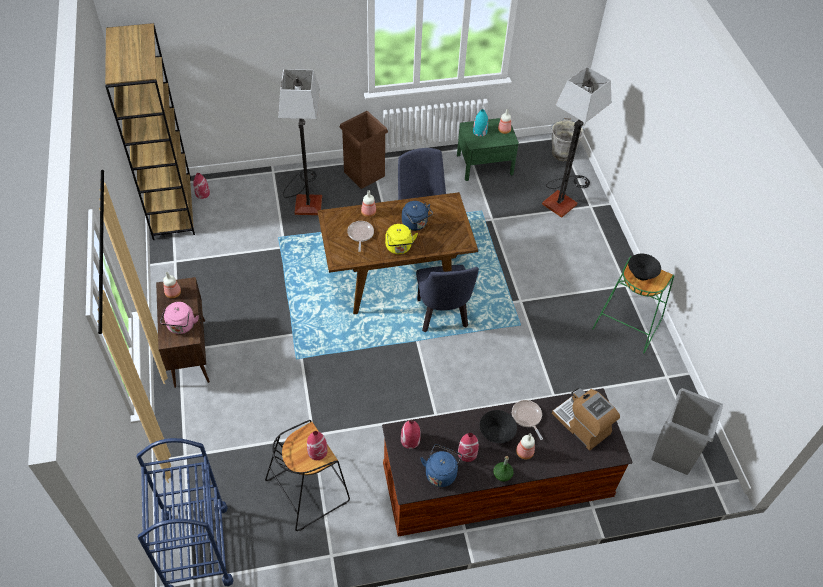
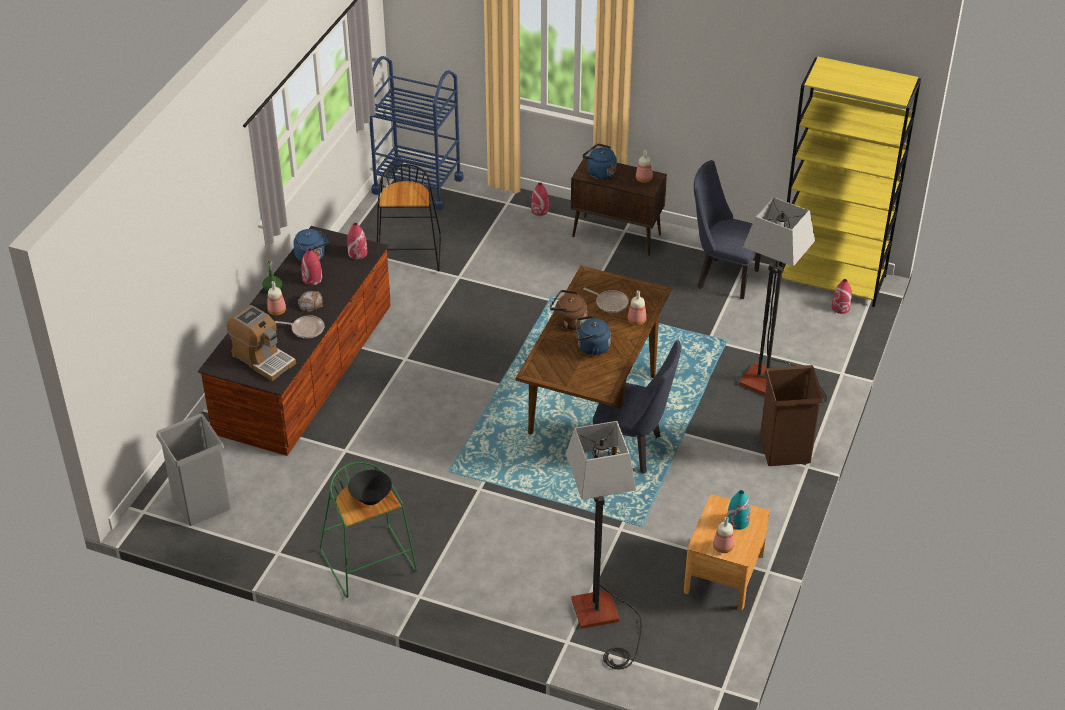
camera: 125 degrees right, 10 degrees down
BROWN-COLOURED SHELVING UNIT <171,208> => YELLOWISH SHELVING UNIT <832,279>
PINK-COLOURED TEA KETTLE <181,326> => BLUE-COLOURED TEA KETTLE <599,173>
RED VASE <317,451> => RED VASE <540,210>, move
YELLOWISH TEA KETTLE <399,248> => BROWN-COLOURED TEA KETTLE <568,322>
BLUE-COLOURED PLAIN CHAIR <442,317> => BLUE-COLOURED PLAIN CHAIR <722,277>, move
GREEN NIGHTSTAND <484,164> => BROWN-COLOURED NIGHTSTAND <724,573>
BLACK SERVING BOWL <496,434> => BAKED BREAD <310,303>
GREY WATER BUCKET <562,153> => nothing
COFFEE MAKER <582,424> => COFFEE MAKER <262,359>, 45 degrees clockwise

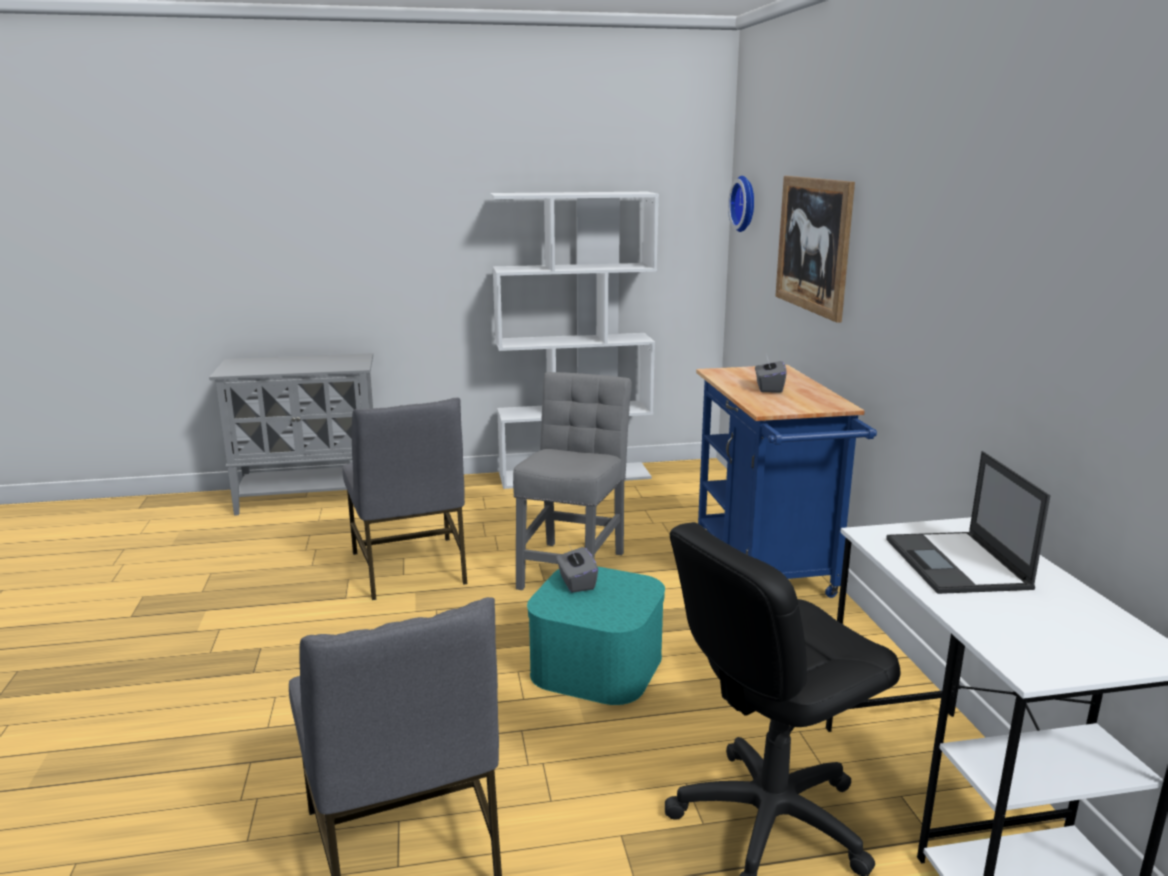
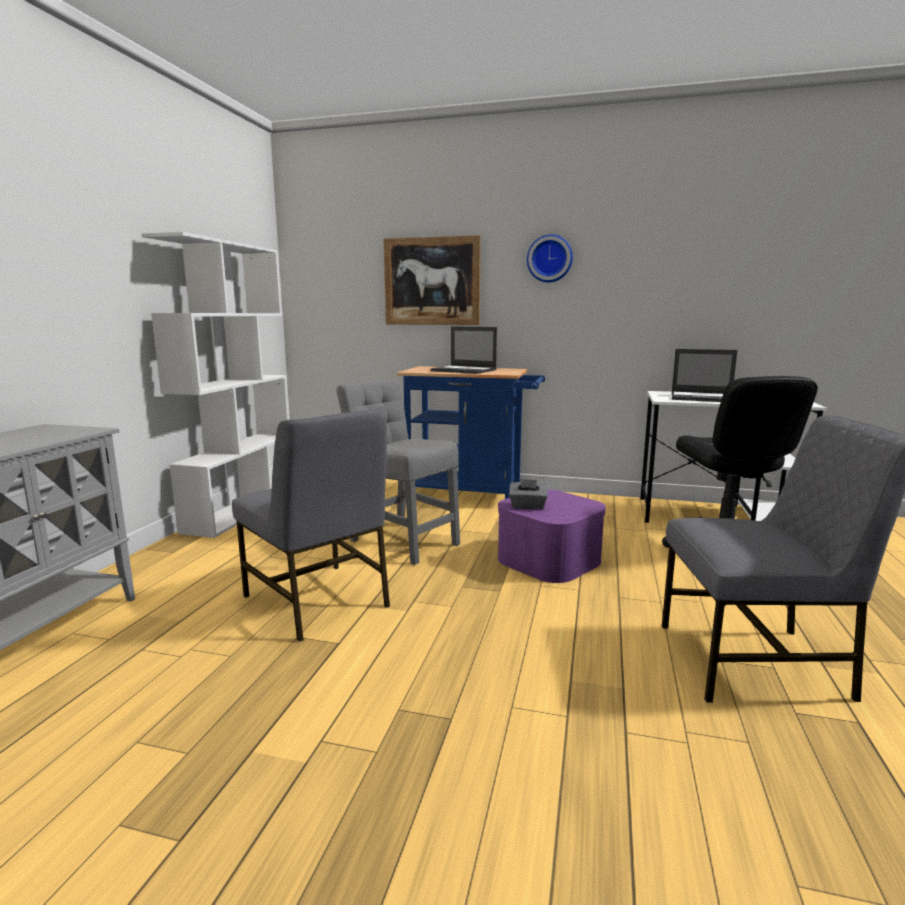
camera: 65 degrees left, 5 degrees down
GREY PLAIN CHAIR <410,568> => GREY PLAIN CHAIR <318,601>, 45 degrees clockwise
TURQUOISE-COLOURED STORAGE CONTAINER <596,665> => PURPLE-COLOURED STORAGE CONTAINER <549,559>
CLOCK ON THE WALL <746,204> => CLOCK ON THE WALL <549,259>, move
GREY TISSUE BOX <768,388> => NOTEBOOK COMPUTER <464,370>

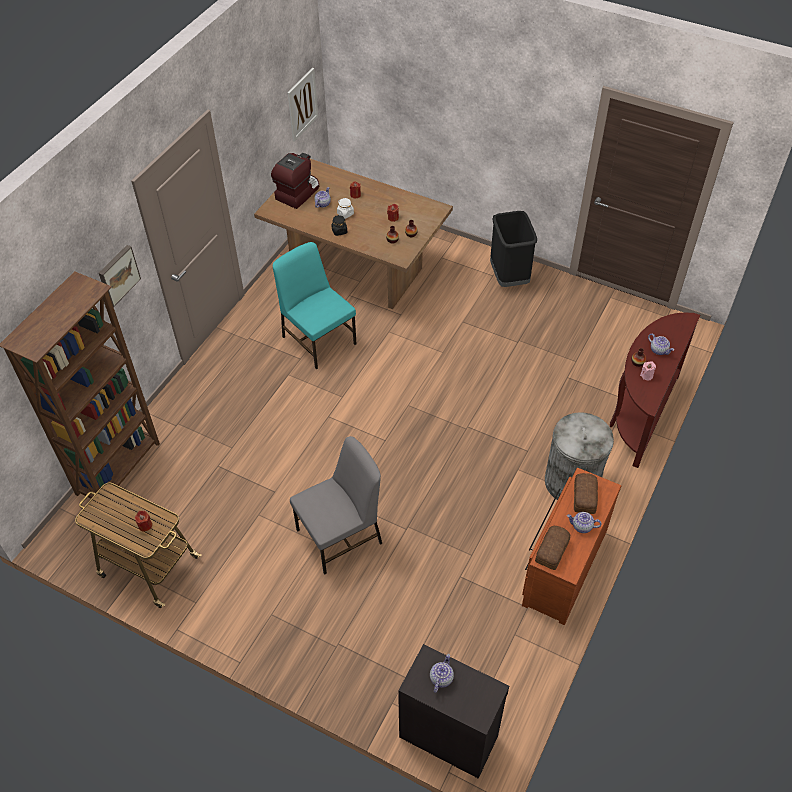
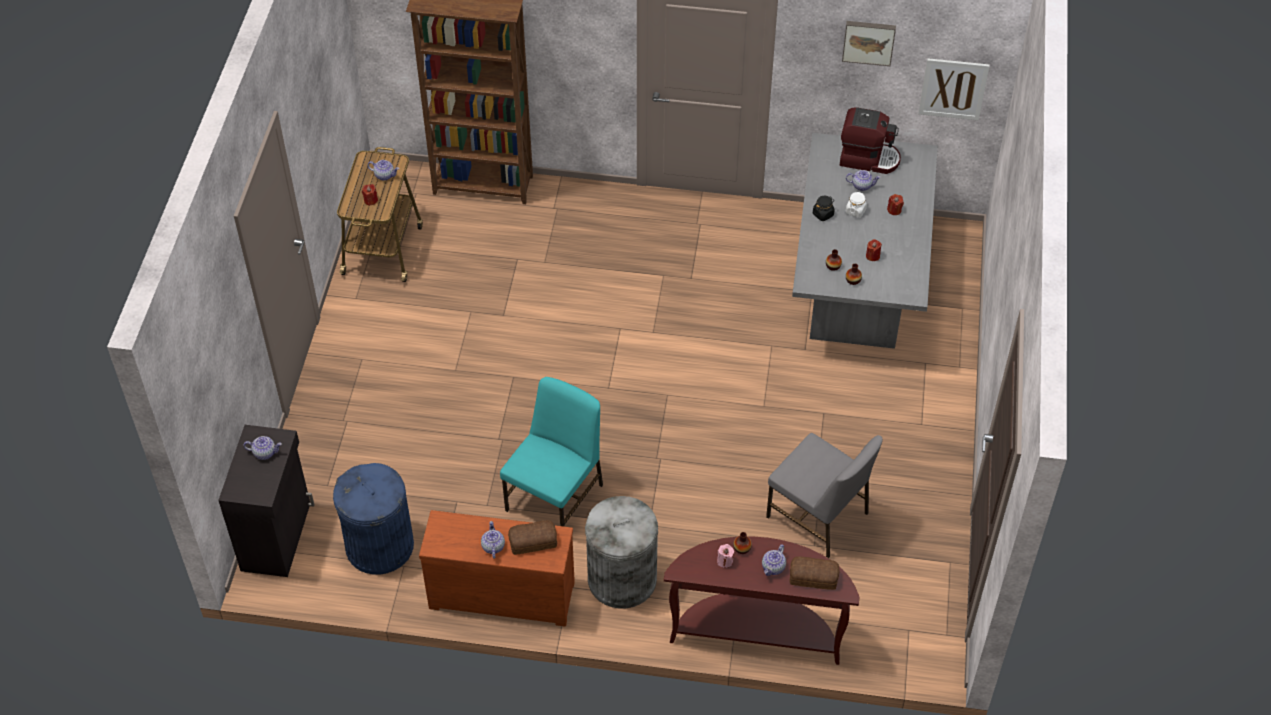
camera: 70 degrees right, 0 degrees up
WALL PICTURE <118,275> => WALL PICTURE <868,41>, move
BROWN-COLOURED DINING TABLE <356,270> => GREY DINING TABLE <856,285>
TURQUOISE-COLOURED PLAIN CHAIR <318,339> => TURQUOISE-COLOURED PLAIN CHAIR <556,496>, move
GREY PLAIN CHAIR <341,536> => GREY PLAIN CHAIR <818,516>, move
BLACK RUBBISH BIN <509,277> => nothing
BAKED BREAD <553,550> => BAKED BREAD <814,578>, move
nothing => BLUE-COLOURED RUBBISH BIN <379,545>
nothing => TEAPOT <385,175>

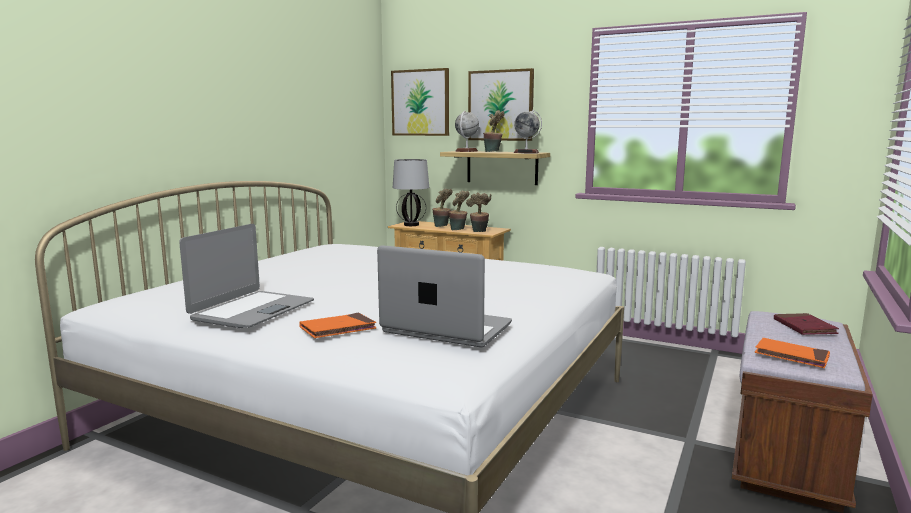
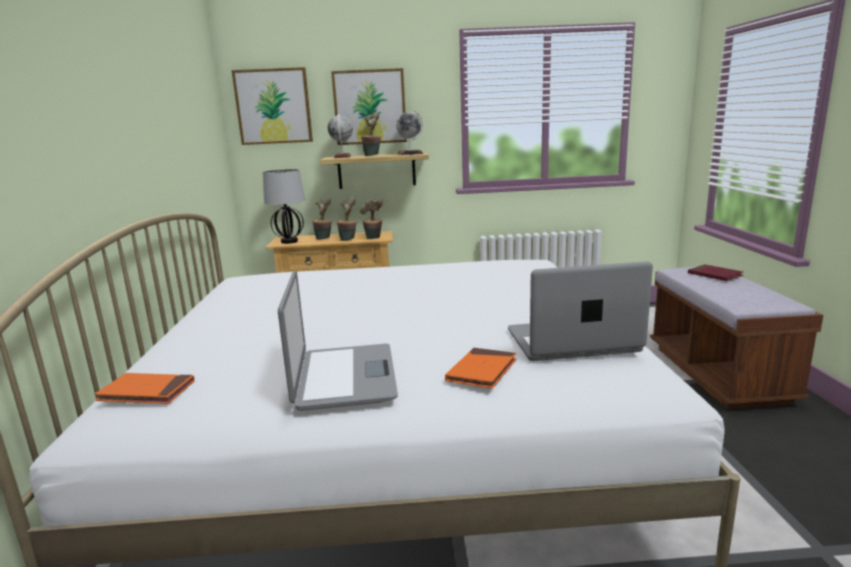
camera: 30 degrees left, 5 degrees up
ORANGEY BOUND BOOK <791,356> => ORANGEY BOUND BOOK <147,392>, move

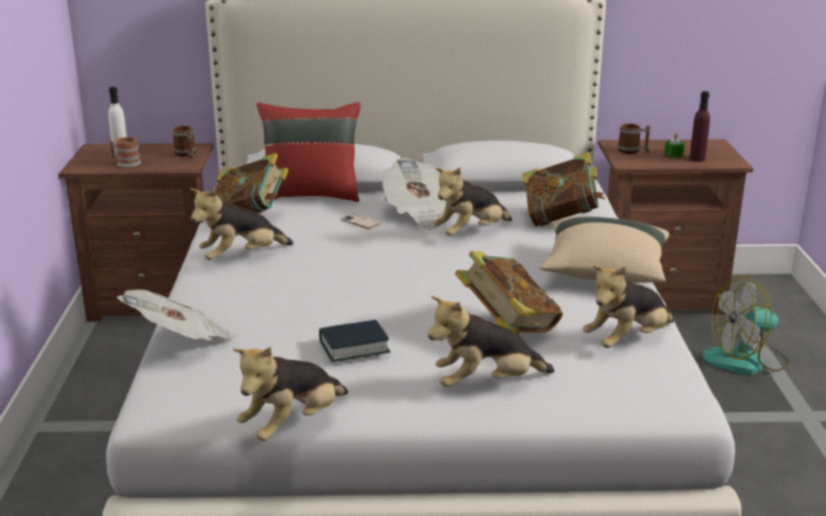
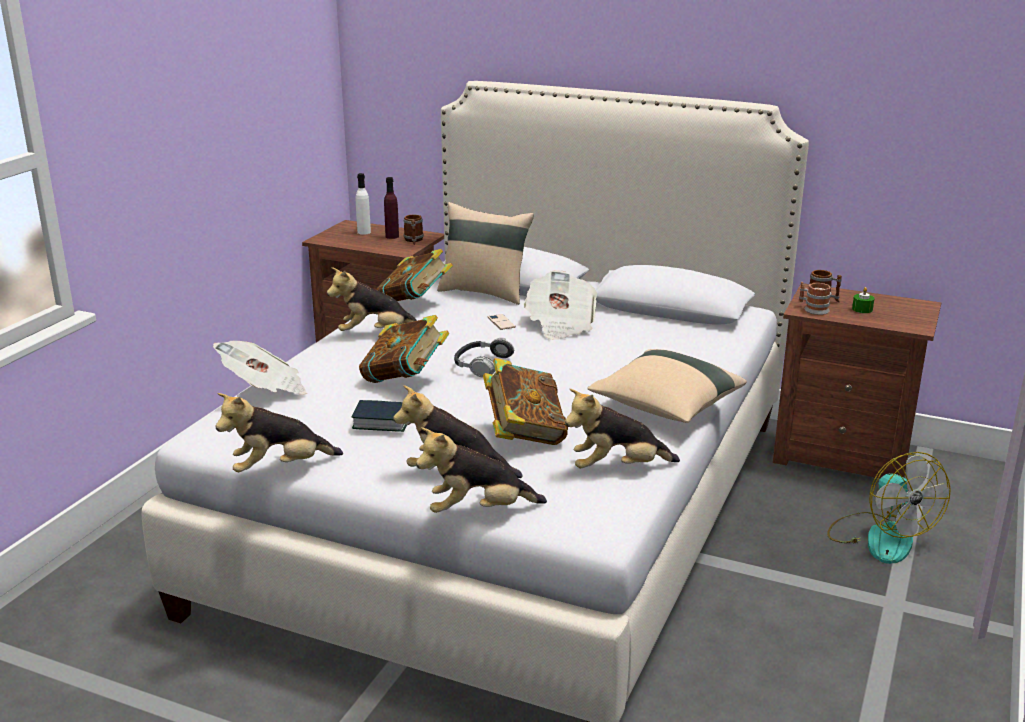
camera: 25 degrees right, 0 degrees up
MUG <125,163> => MUG <812,309>, move
RED THROW PILLOW <311,195> => BEIGE-COLOURED THROW PILLOW <485,292>
SOFT TOY <471,233> => SOFT TOY <478,511>, move
BOUND BOOK <560,219> => BOUND BOOK <405,380>, move
PURPLE-COLOURED BOTTLE <697,159> => PURPLE-COLOURED BOTTLE <392,236>, move
FAN <746,360> => FAN <880,537>, 120 degrees counterclockwise
nothing => HEADPHONES <482,364>

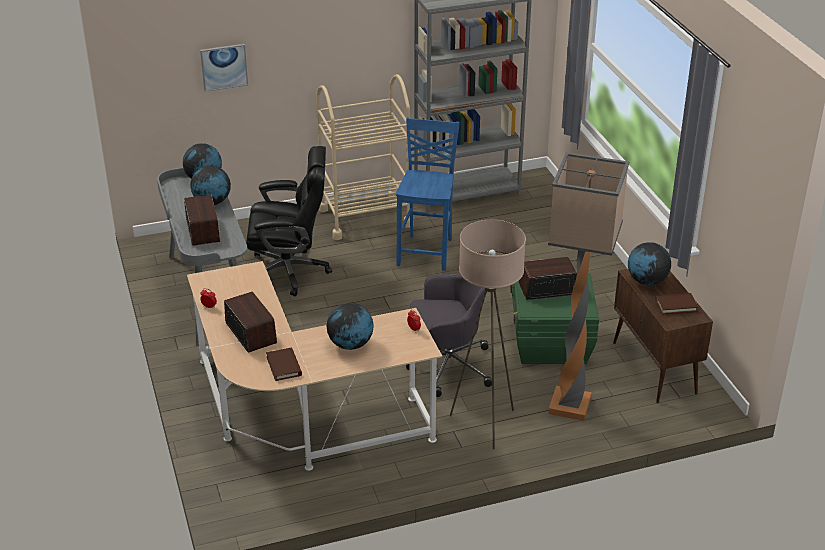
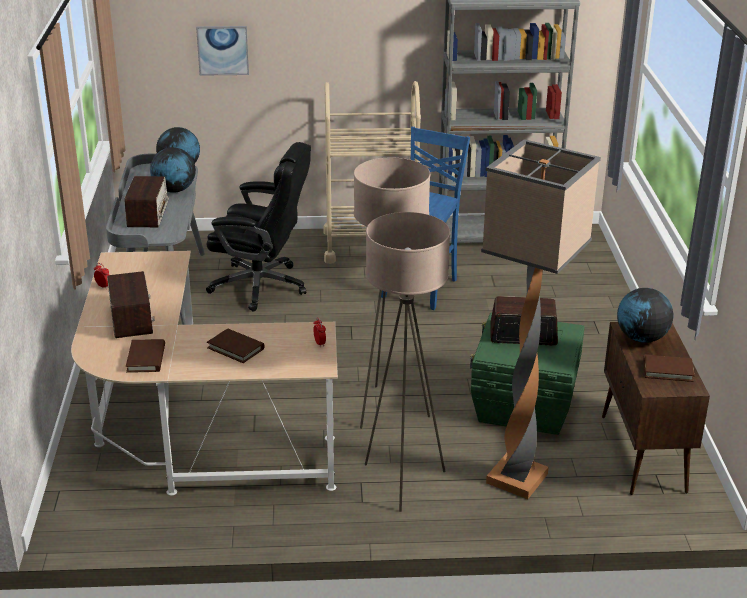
camera: 15 degrees right, 5 degrees down
GLOBE <350,345> => BROWN-COLOURED BOUND BOOK <236,348>
GREY DESK CHAIR <447,366> => BEIGE-COLOURED FLOOR LAMP <388,409>

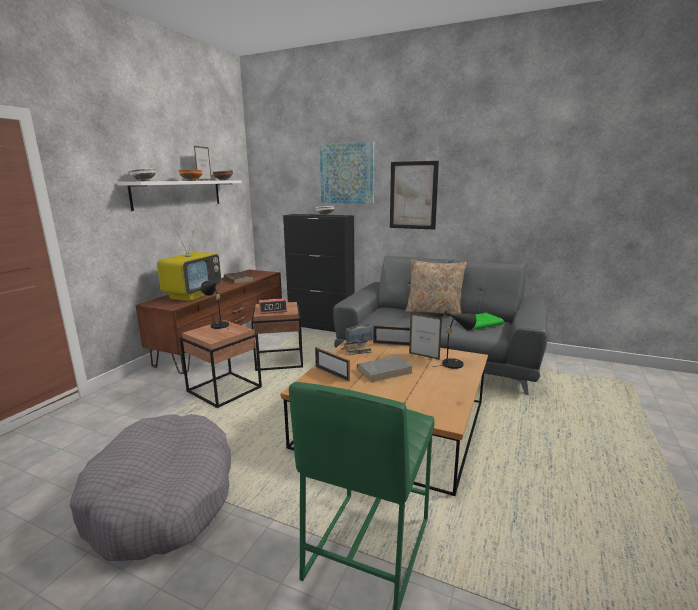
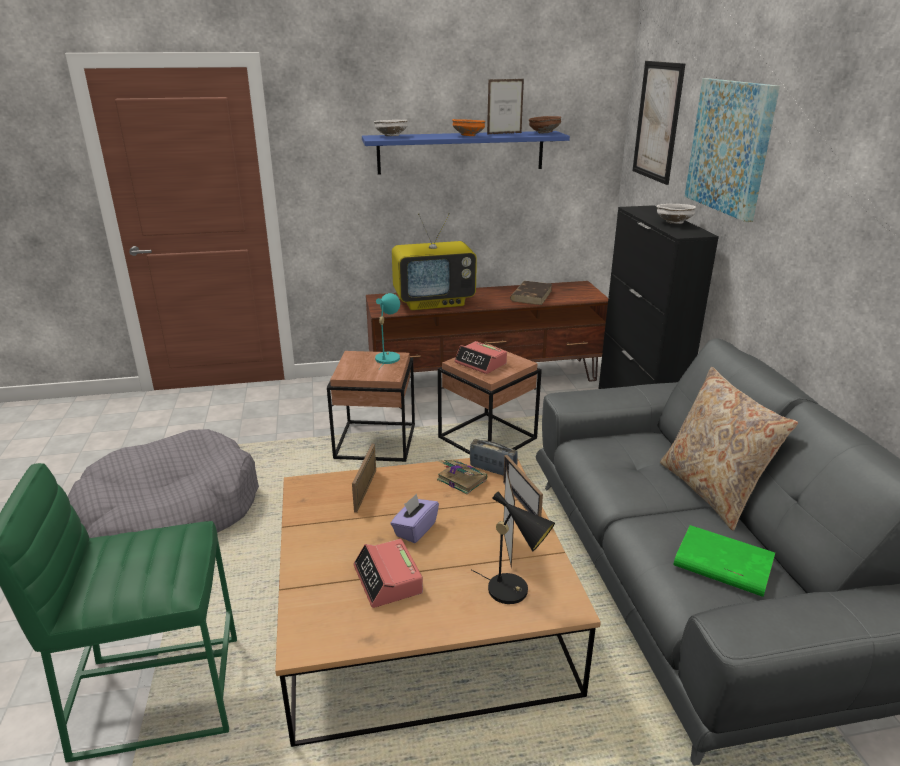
camera: 55 degrees right, 10 degrees up
WHITE WALL SHELF <178,194> => BLUE-COLOURED WALL SHELF <461,152>
BLACK TABLETOP LAMP <218,325> => TURQUOISE-COLOURED TABLETOP LAMP <387,357>
GREY BOUND BOOK <384,371> => PURPLE-COLOURED TISSUE BOX <415,529>
WALL PICTURE <413,195> => WALL PICTURE <657,121>, move
nothing => ALARM CLOCK <388,580>

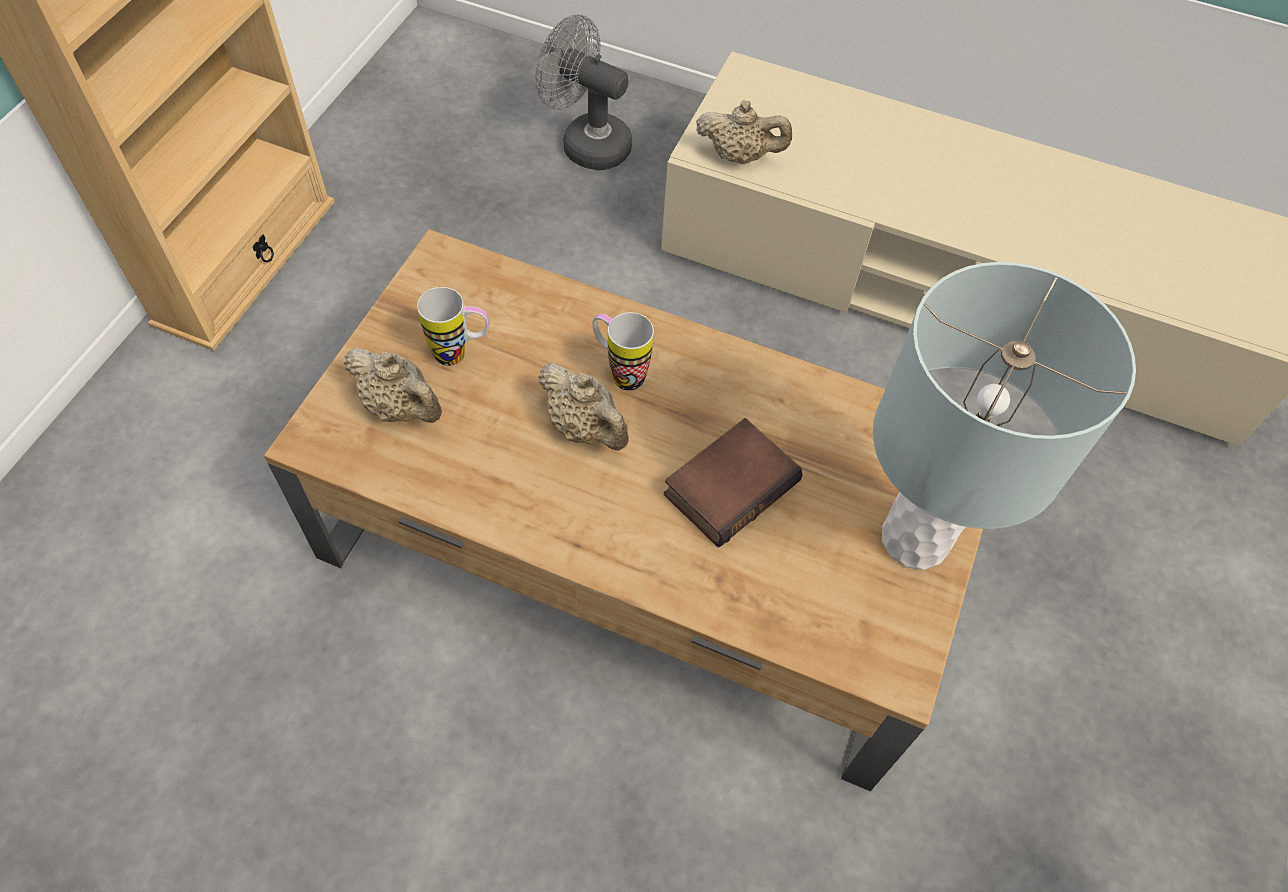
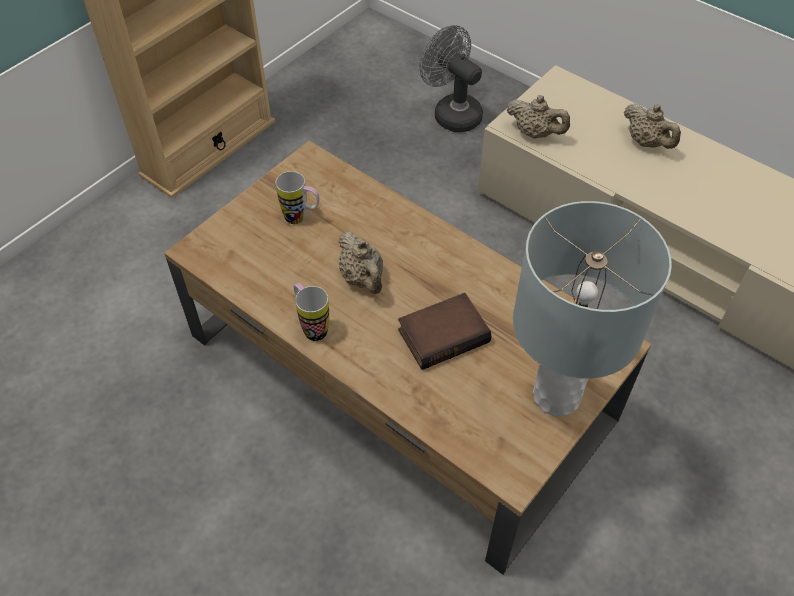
camera: 20 degrees right, 5 degrees down
BEIGE-COLOURED TEAPOT <400,407> => BEIGE-COLOURED TEAPOT <646,143>, move
MUG <619,372> => MUG <311,326>, move

